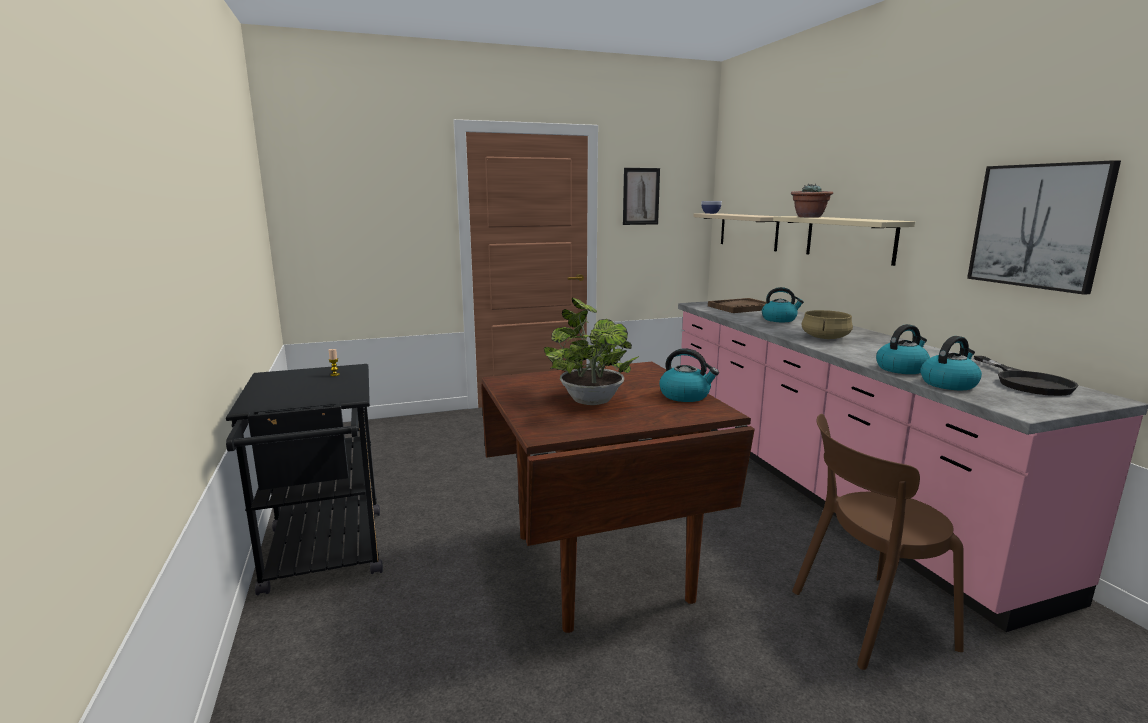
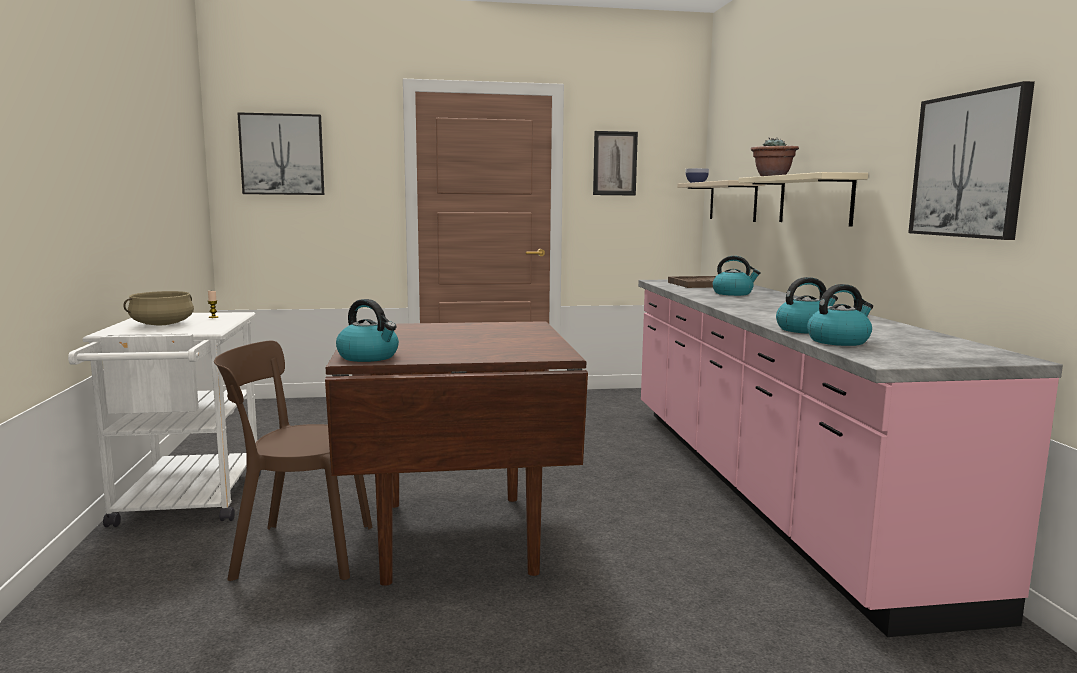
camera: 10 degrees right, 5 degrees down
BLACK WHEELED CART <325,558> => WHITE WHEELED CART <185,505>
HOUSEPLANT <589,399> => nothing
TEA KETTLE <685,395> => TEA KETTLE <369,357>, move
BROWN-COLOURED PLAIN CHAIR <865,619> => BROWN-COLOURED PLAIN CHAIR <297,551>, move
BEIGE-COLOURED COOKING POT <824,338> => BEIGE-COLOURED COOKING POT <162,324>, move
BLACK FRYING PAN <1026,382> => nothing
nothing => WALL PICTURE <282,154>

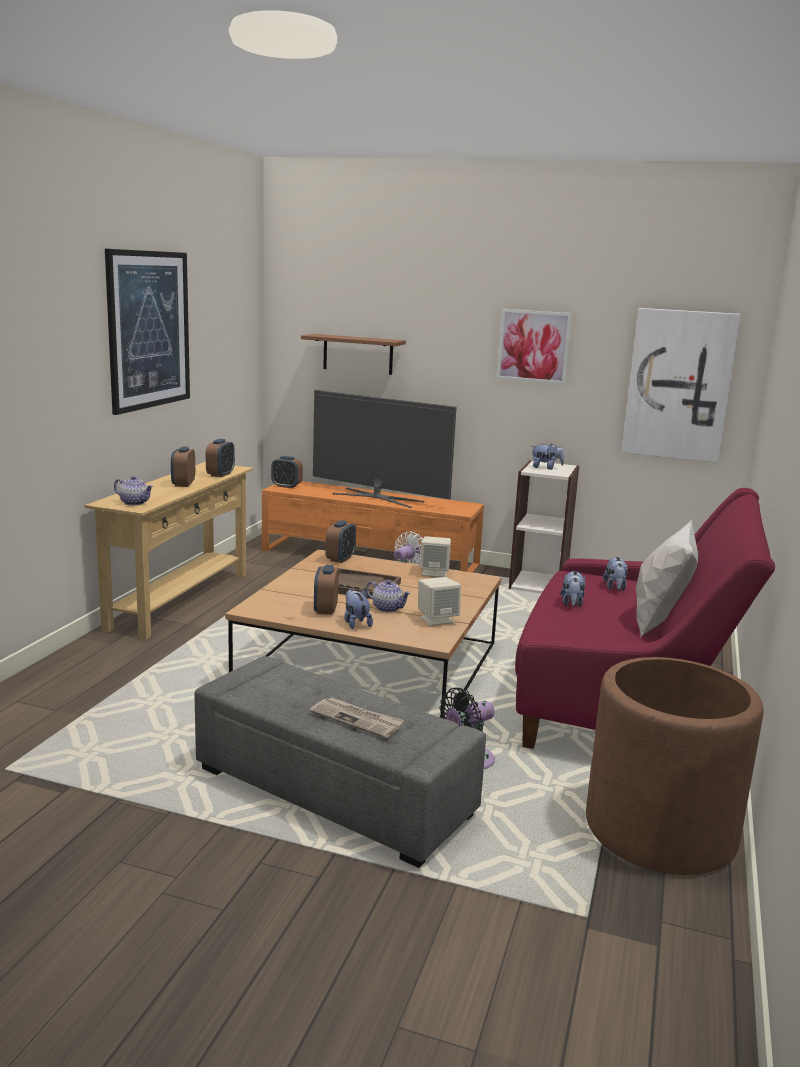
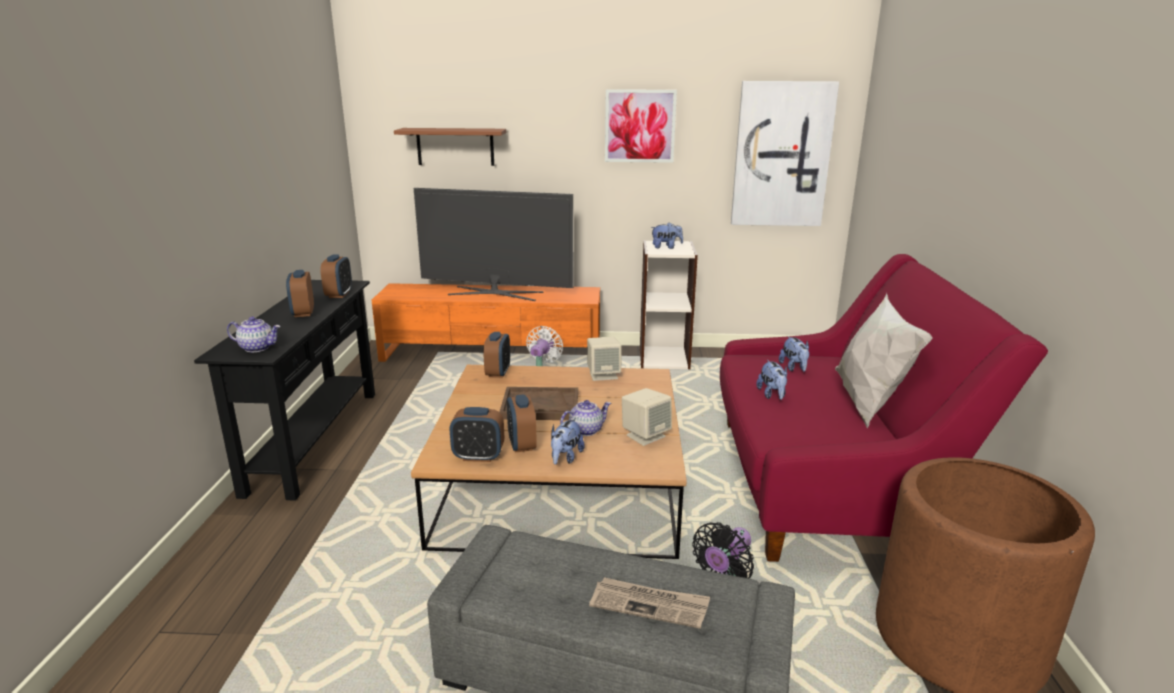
camera: 15 degrees left, 5 degrees up
BEIGE-COLOURED NARROW TABLE <179,600> => BLACK NARROW TABLE <314,439>
WALL PICTURE <149,330> => nothing
ALARM CLOCK <286,486> => ALARM CLOCK <478,456>, move
SOFT TOY <356,623> => SOFT TOY <565,458>, 120 degrees counterclockwise
TEAPOT <388,608> => TEAPOT <586,430>, 45 degrees counterclockwise

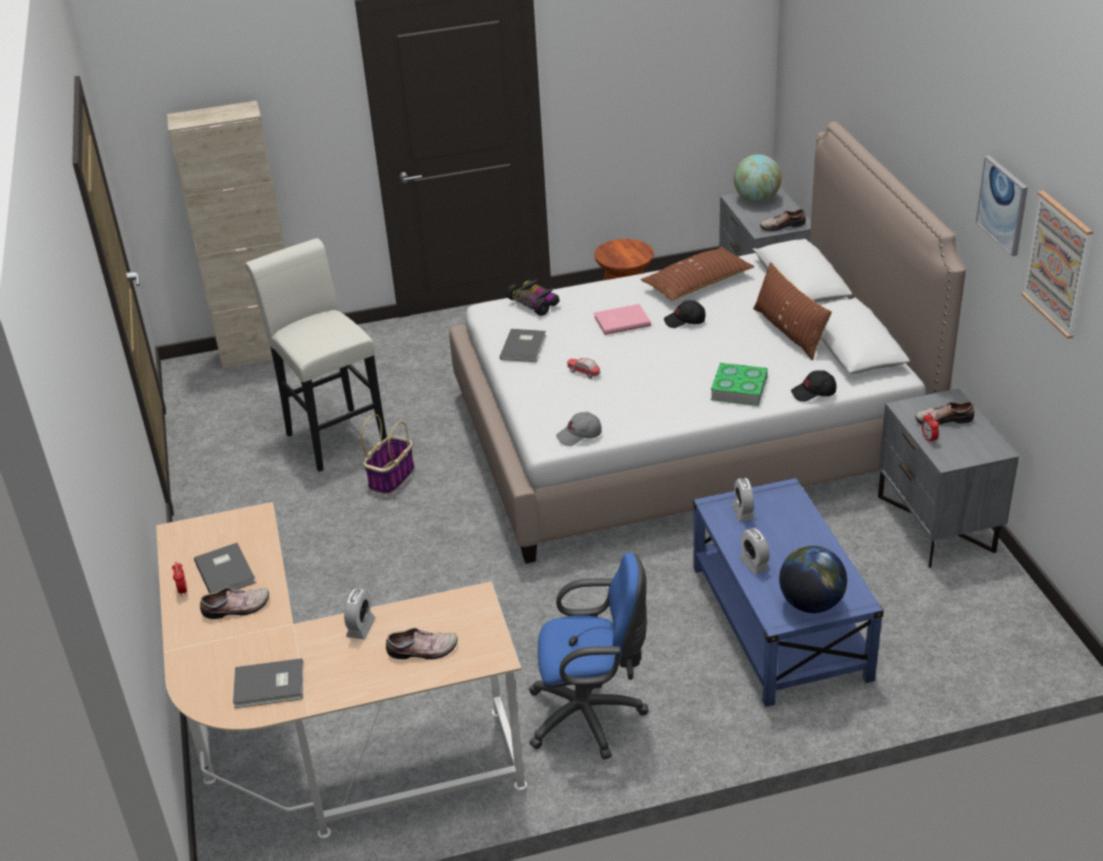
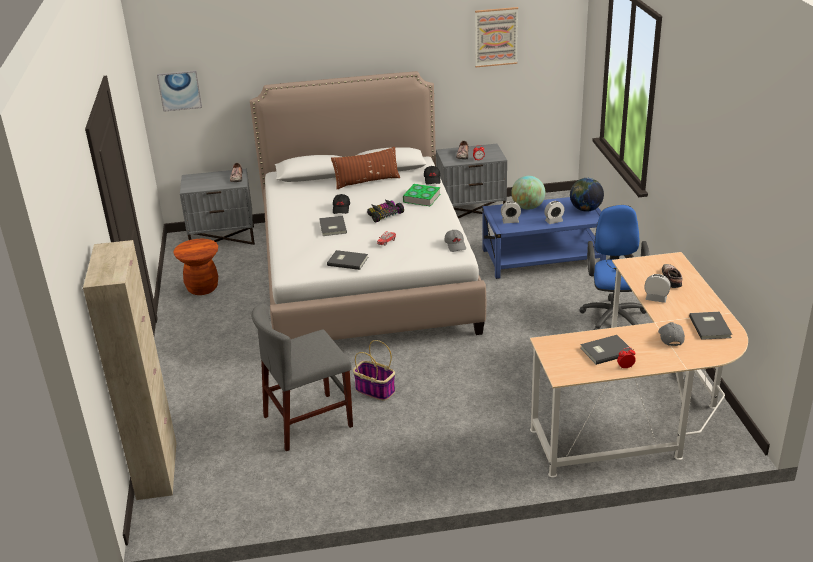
camera: 85 degrees left, 5 degrees down
ITEM OF FOOTWEAR <237,609> => nothing
WHITE STOOL <332,435> => GREY PLAIN CHAIR <308,421>
TOY CAR <535,303> => TOY CAR <384,215>, move
PINK-COLOURED BOUND BOOK <621,321> => GREY BOUND BOOK <332,227>
BROWN-COLOURED THROW PILLOW <697,284> => nothing
GLOBE <756,199> => GLOBE <527,207>, move
WALL PICTURE <1003,205> => WALL PICTURE <179,90>, move
nothing => GREY CAP <670,337>

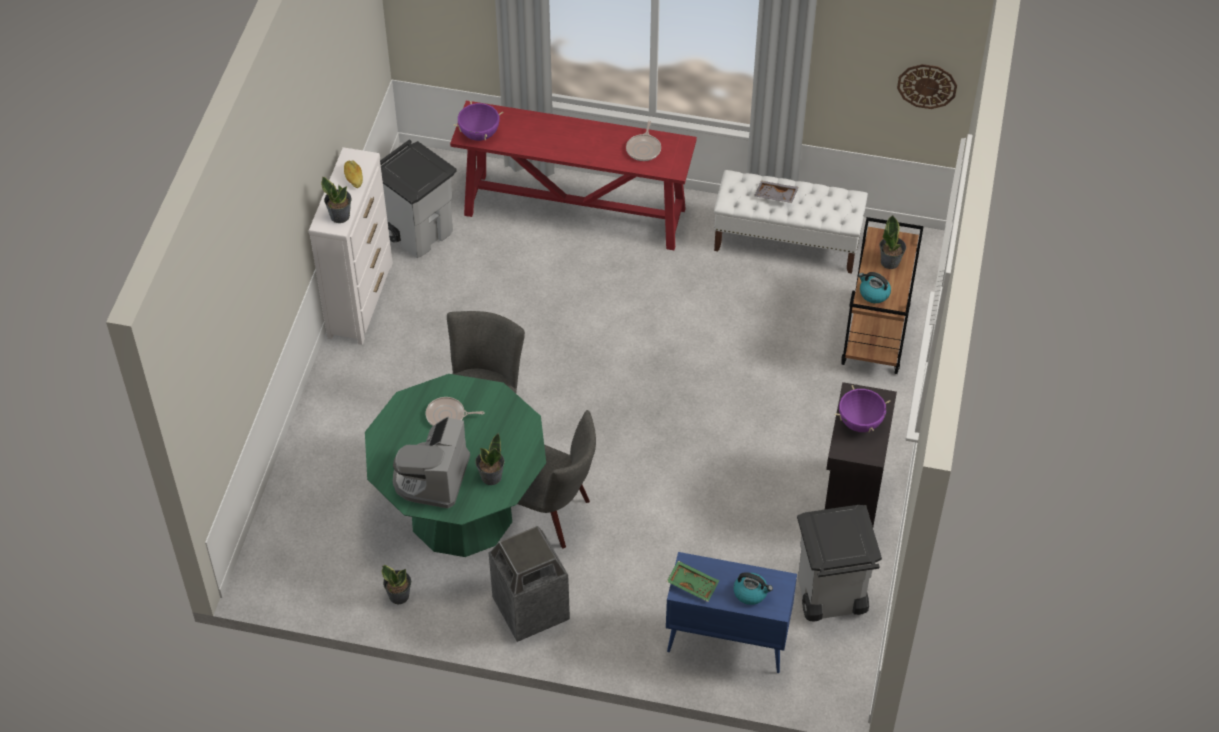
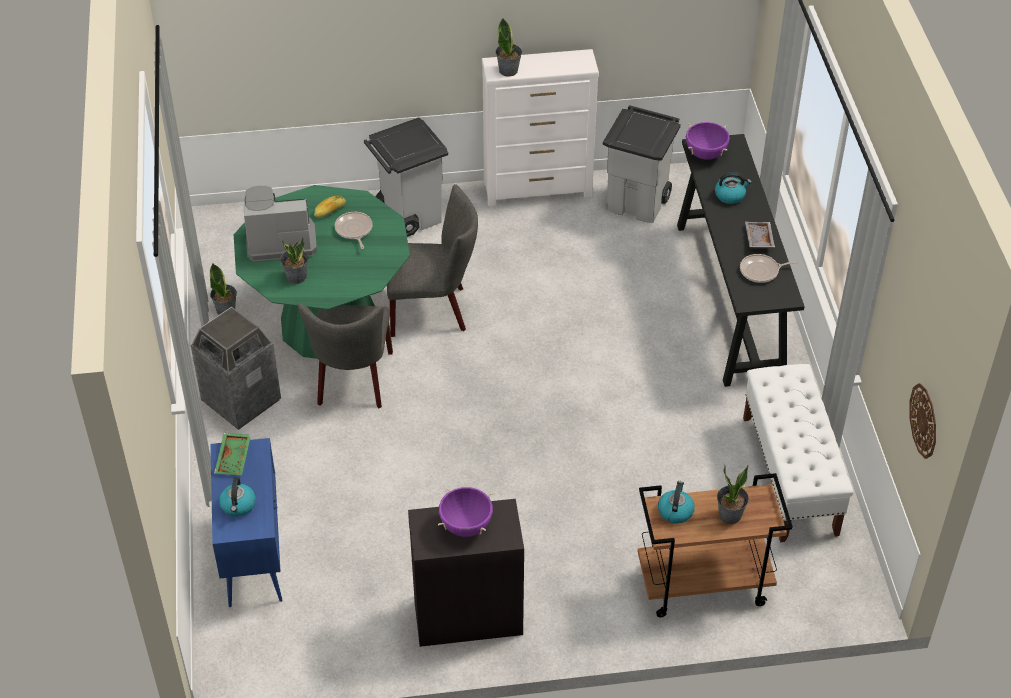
camera: 70 degrees right, 5 degrees down
BAKED BREAD <353,177> => BAKED BREAD <330,211>, move
RED NARROW TABLE <576,212> => BLACK NARROW TABLE <729,300>
GREY SERVING TRAY <775,196> => GREY SERVING TRAY <758,239>, move
GREY RUBBISH BIN <829,598> => GREY RUBBISH BIN <408,215>, move
nothing => TEA KETTLE <730,195>

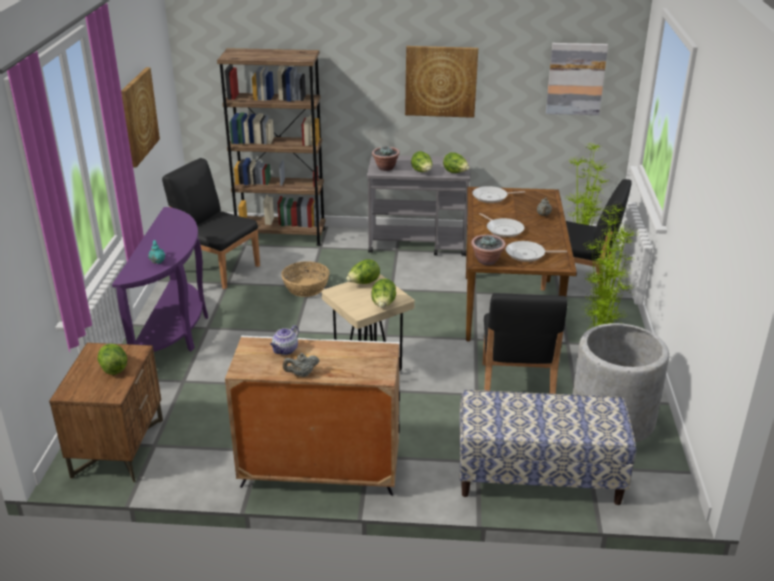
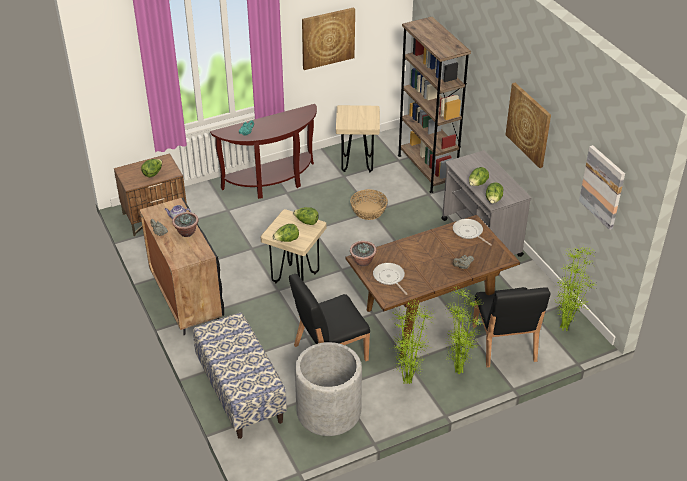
camera: 60 degrees right, 10 degrees up
PURPLE-COLOURED NARROW TABLE <175,332> => BROWN-COLOURED NARROW TABLE <272,182>
BLACK PLAIN CHAIR <218,268> => BEIGE-COLOURED STOOL <357,164>
WHITE CABINET <319,470> => BLACK CABINET <186,297>
HOUSEPLANT <385,168> => HOUSEPLANT <186,232>, move
FRYING PAN <503,230> => nothing

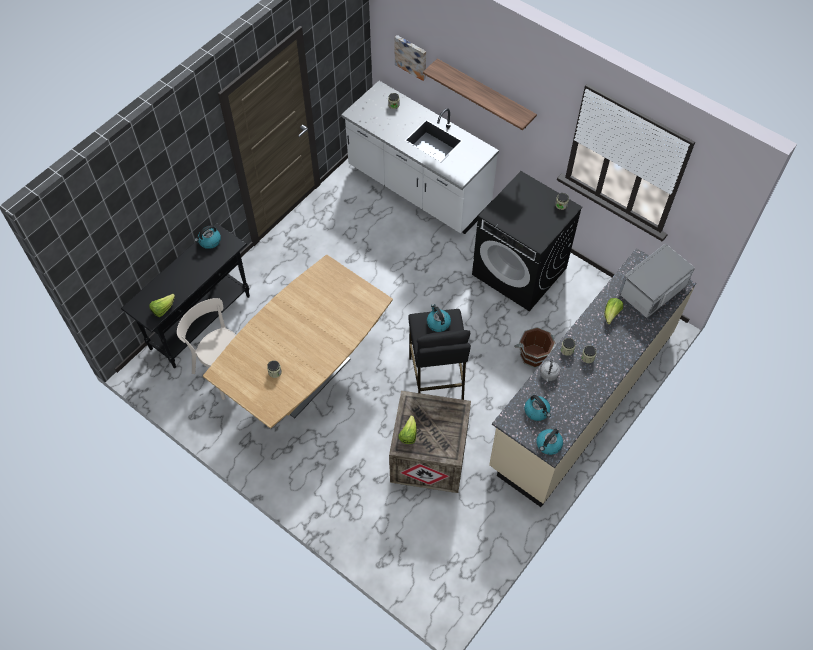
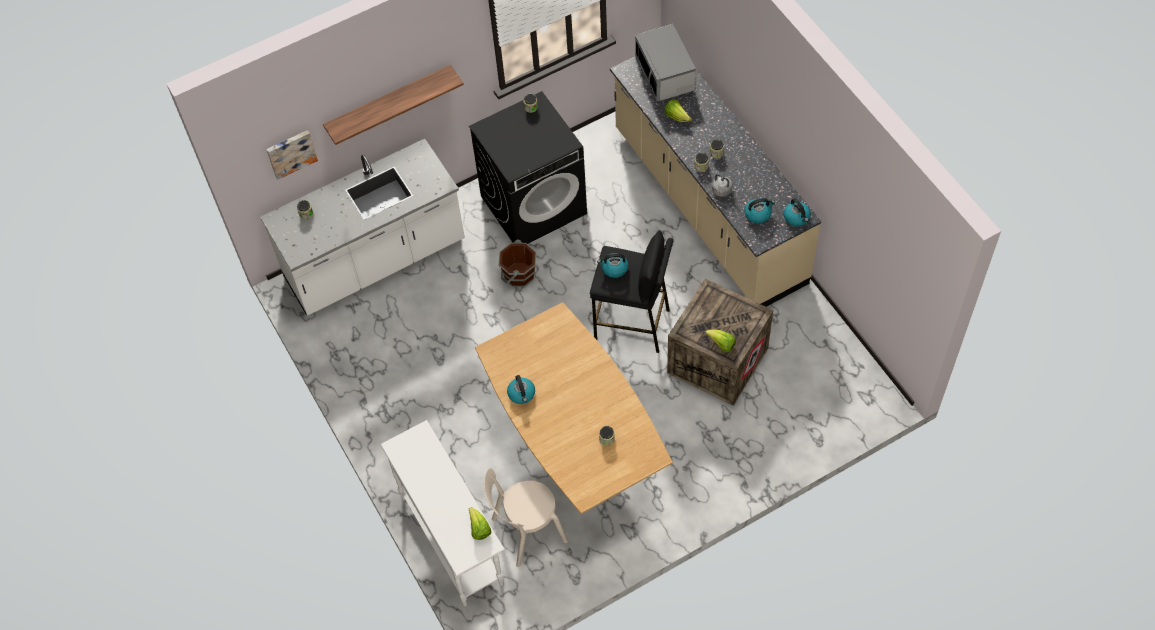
camera: 65 degrees left, 0 degrees up
BLACK NARROW TABLE <201,322> => WHITE NARROW TABLE <452,539>
TEA KETTLE <209,241> => TEA KETTLE <522,394>, move
BROWN-COLOURED WATER BUCKET <533,355> => BROWN-COLOURED WATER BUCKET <518,274>, move

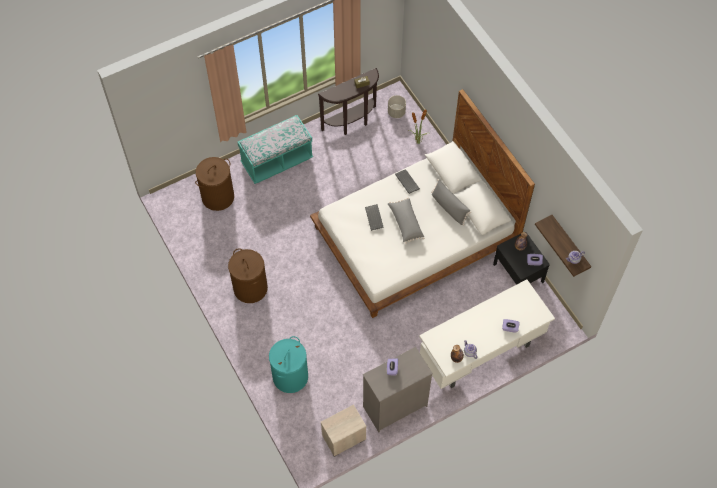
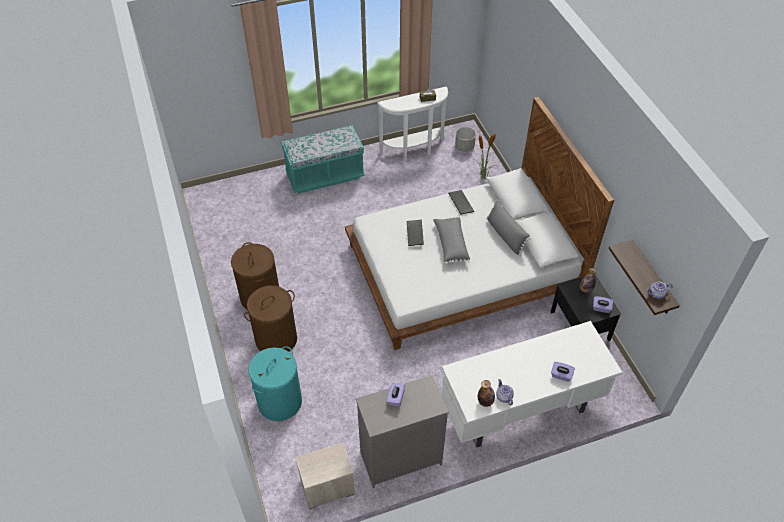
camera: 10 degrees right, 10 degrees down
BROWN-COLOURED WASHING BASKET <218,197> => BROWN-COLOURED WASHING BASKET <276,339>, move
BROWN-COLOURED NARROW TABLE <352,123> => WHITE NARROW TABLE <414,151>

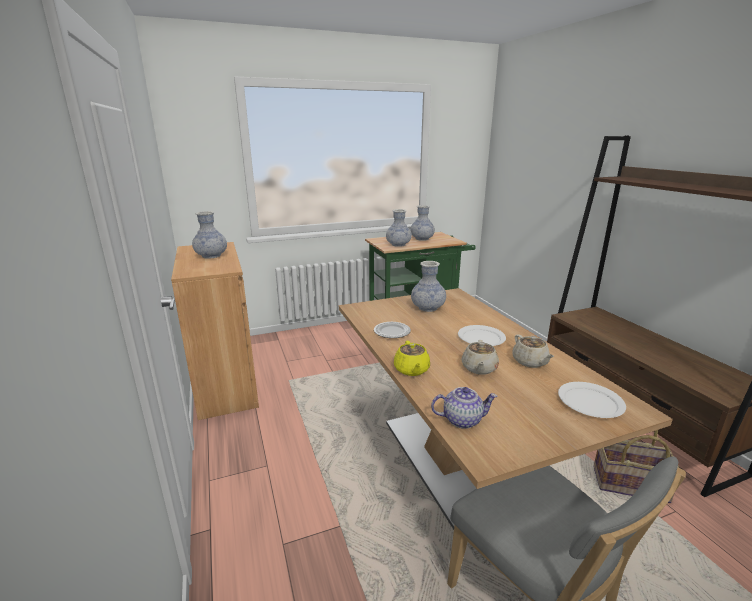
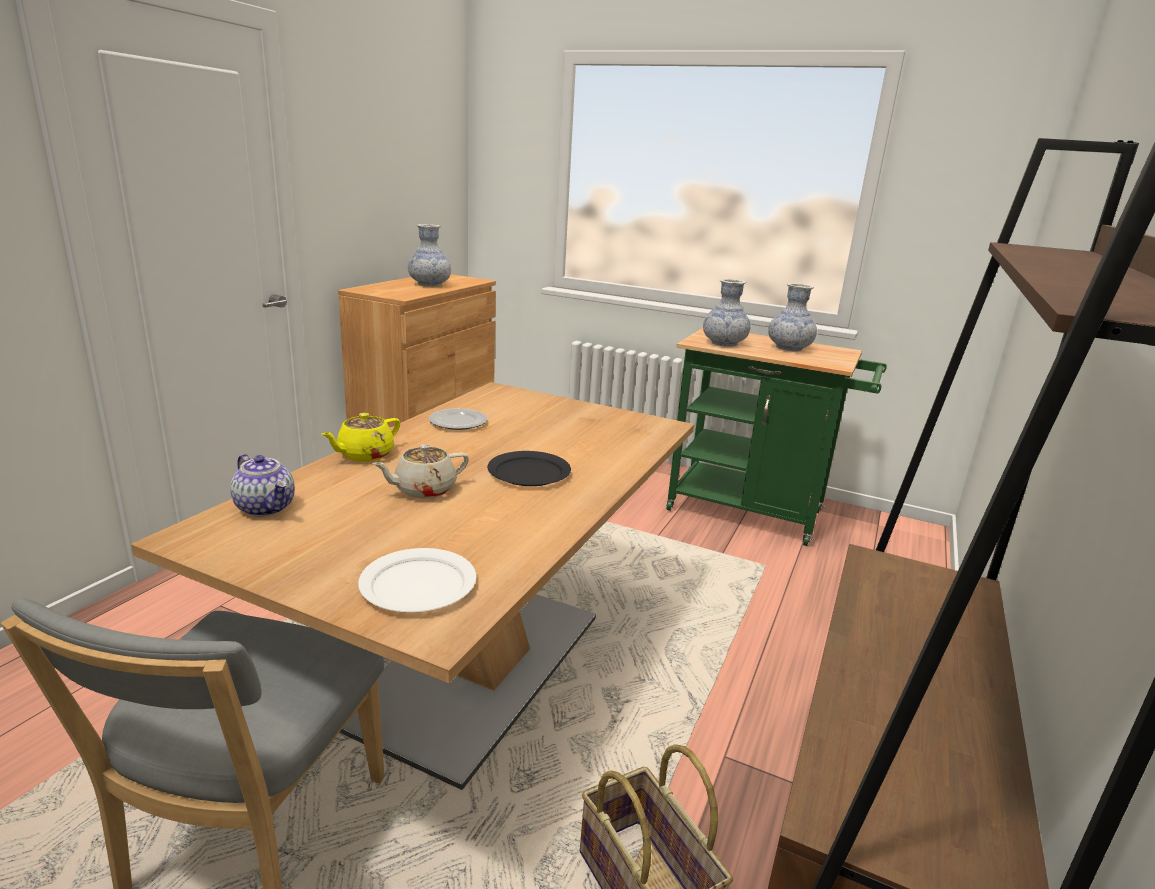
camera: 45 degrees right, 0 degrees up
VASE <427,308> => nothing
WHITE PLATE <481,338> => BLACK PLATE <529,472>
BEIGE-COLOURED TEAPOT <530,362> => nothing

